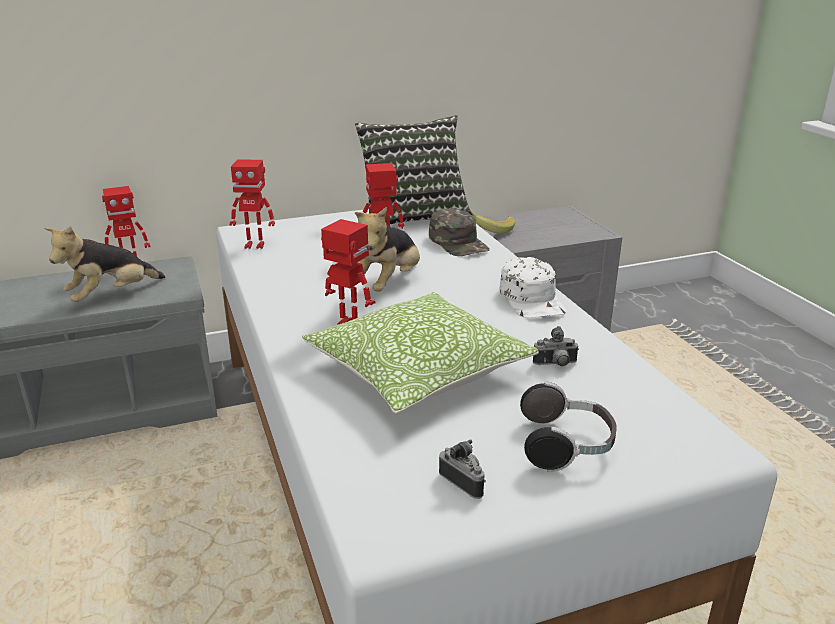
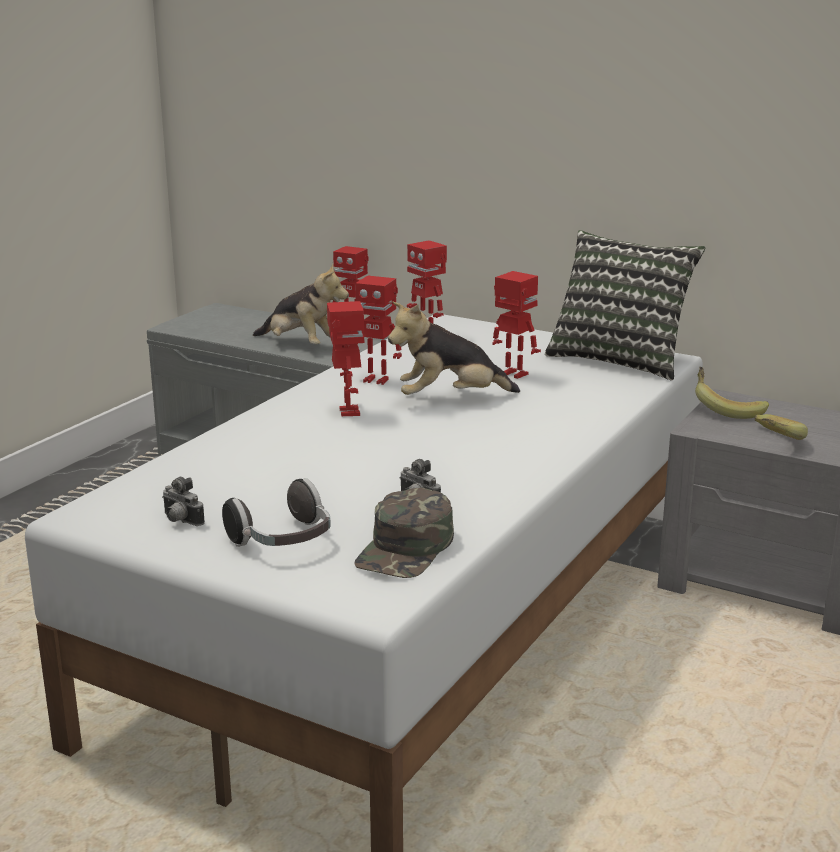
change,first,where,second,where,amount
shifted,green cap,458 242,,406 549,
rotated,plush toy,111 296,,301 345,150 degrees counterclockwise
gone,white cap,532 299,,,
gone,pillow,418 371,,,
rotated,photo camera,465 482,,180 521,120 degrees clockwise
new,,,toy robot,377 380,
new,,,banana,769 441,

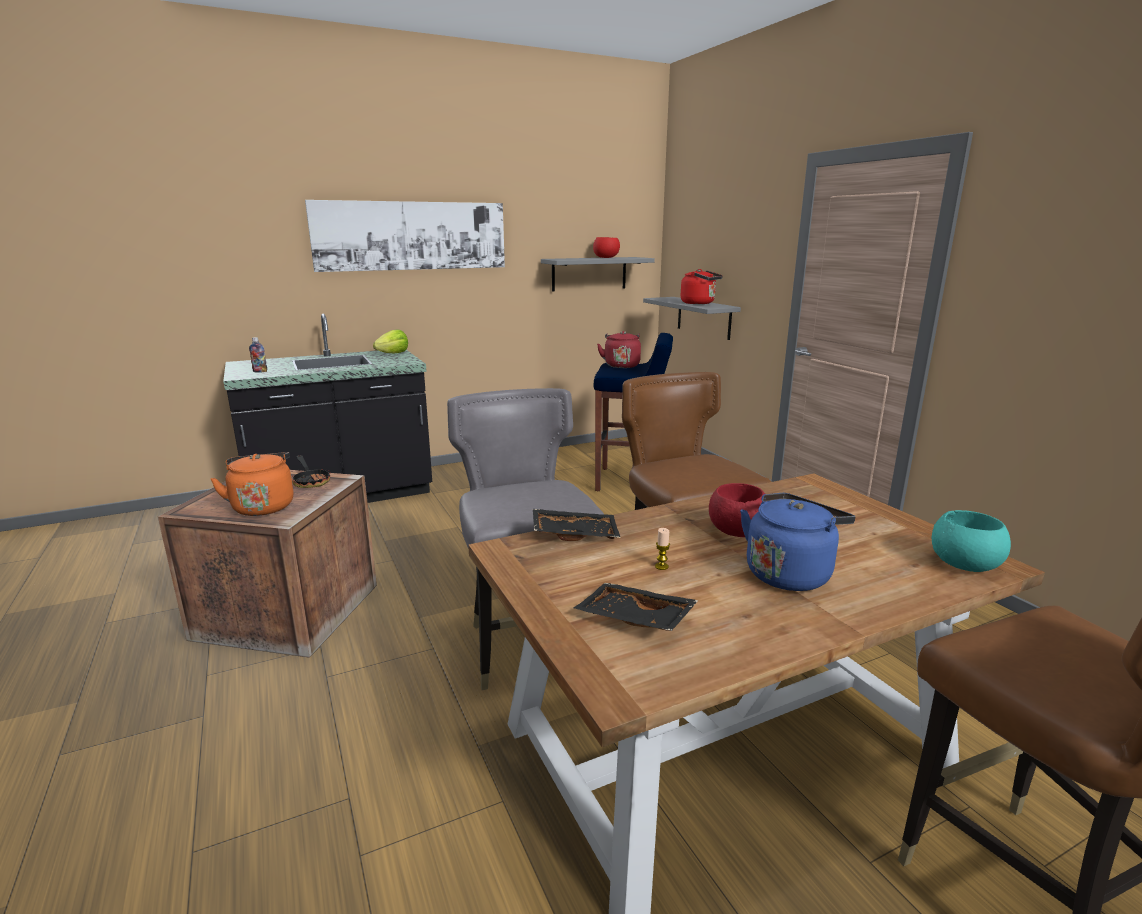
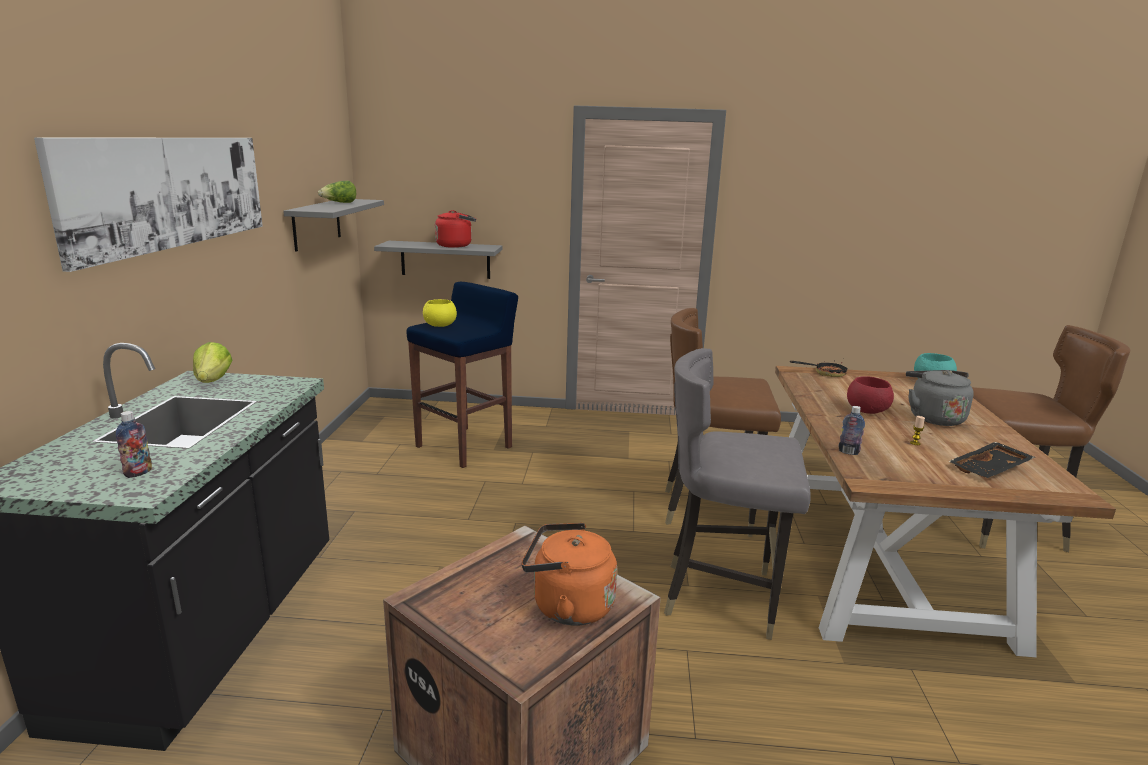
change,first,where,second,where,amount
swapped,red bowl,606 257,lettuce,339 203,
swapped,red kettle,621 365,yellow bowl,440 325,
shifted,frying pan,311 481,,825 373,
repainted,blue kettle,789 573,grey kettle,933 417,
swapped,black tray,575 533,bottle,848 452,

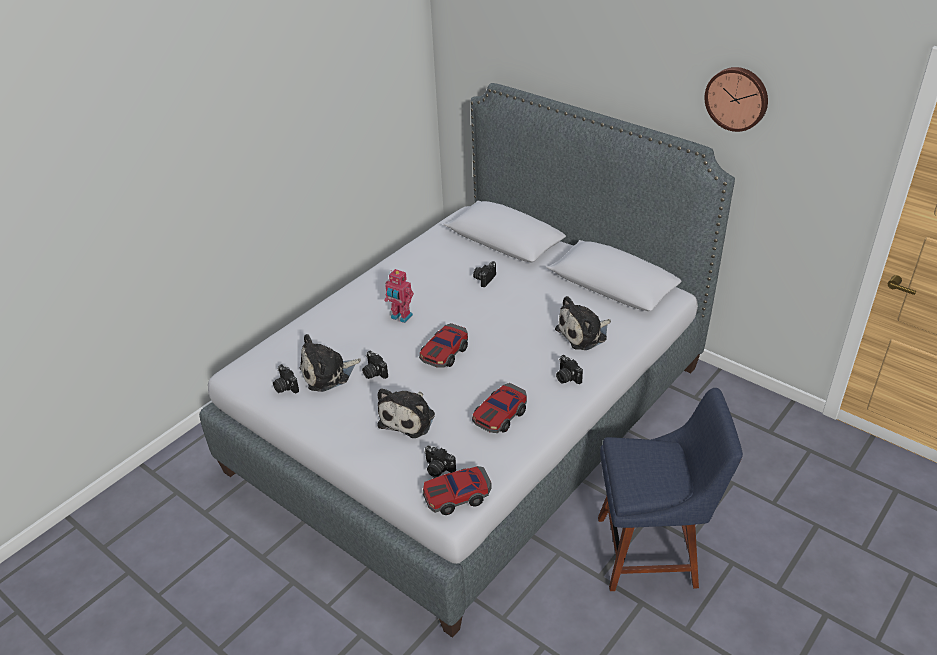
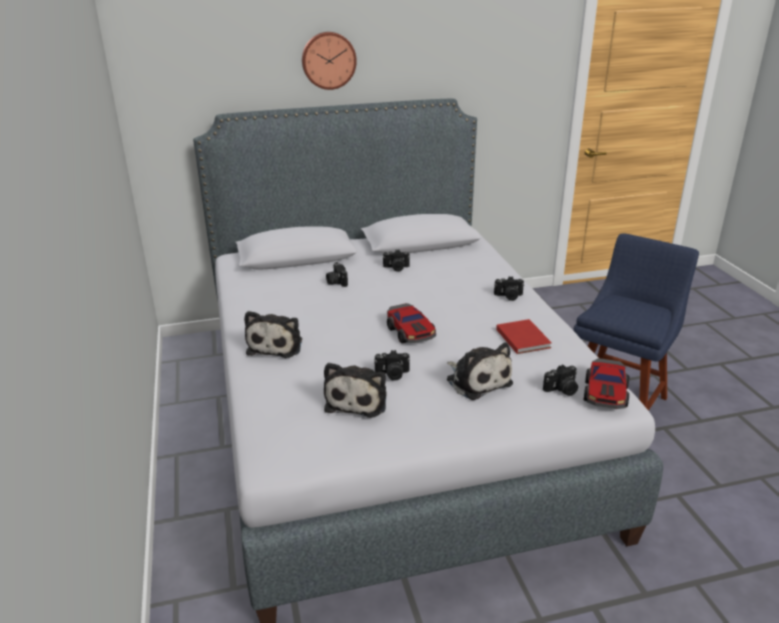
change,first,where,second,where,amount
shifted,wall clock,737 98,,328 60,
gone,toy robot,401 317,,,
shifted,plush toy,584 334,,276 345,
shifted,photo camera,285 387,,396 268,
swapped,toy car,500 415,red book,523 338,

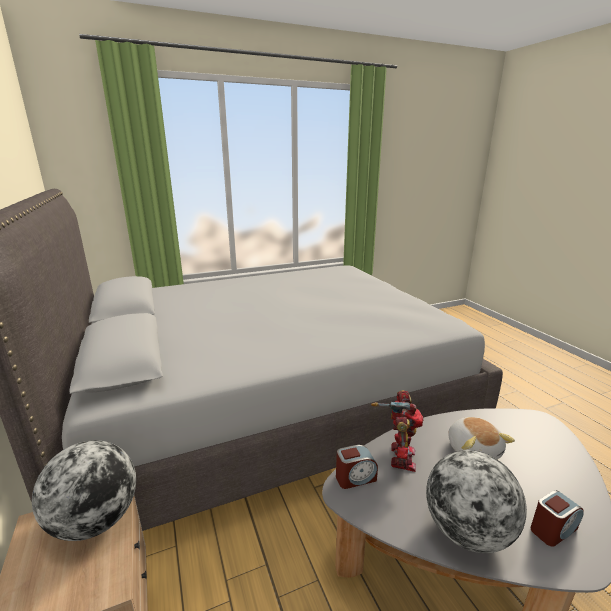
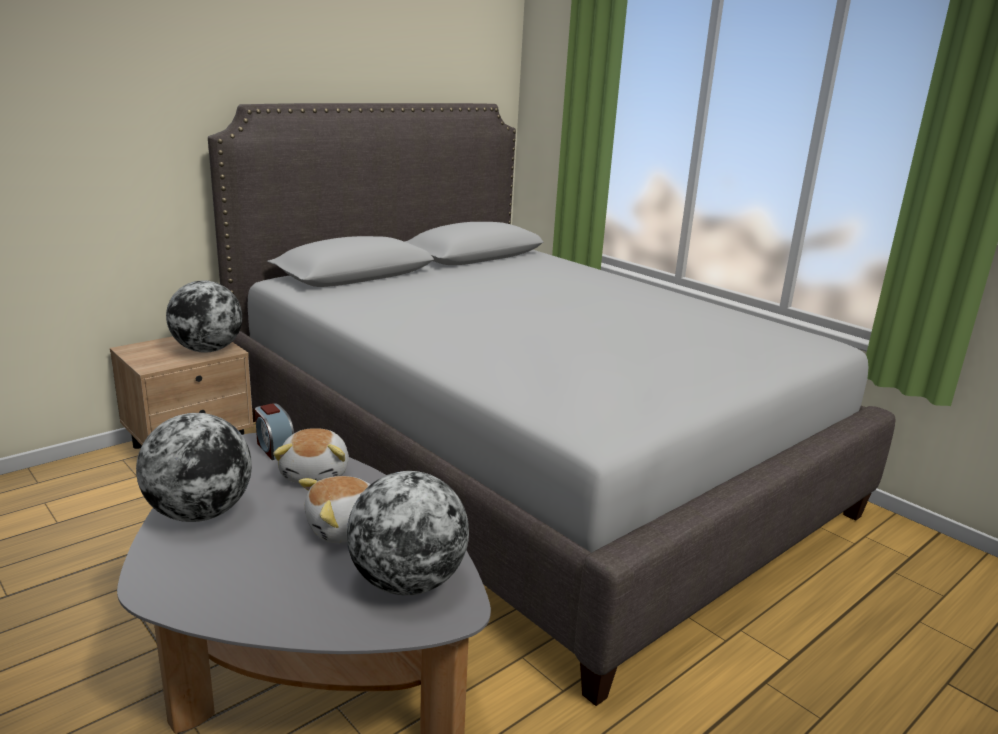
change,first,where,second,where,amount
swapped,toy robot,399 457,plush toy,316 473,
gone,alarm clock,553 529,,,
new,,,globe,408 582,

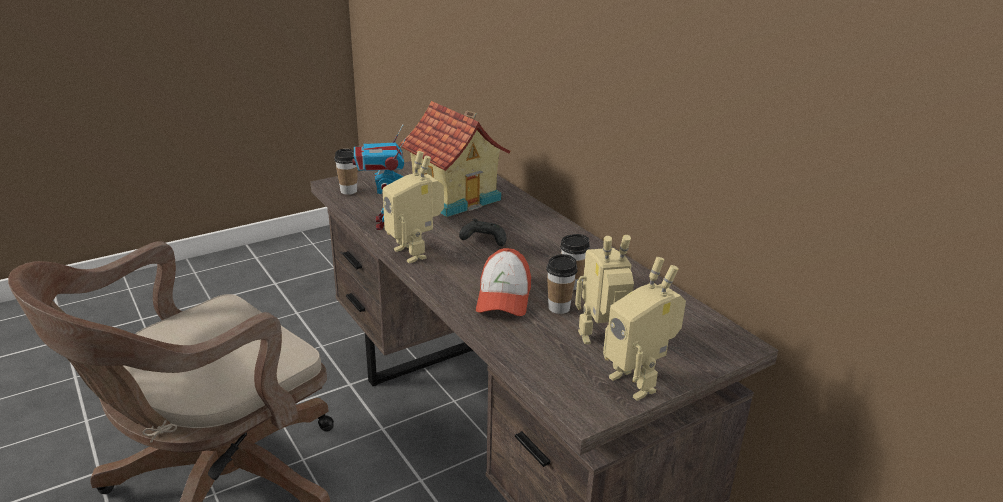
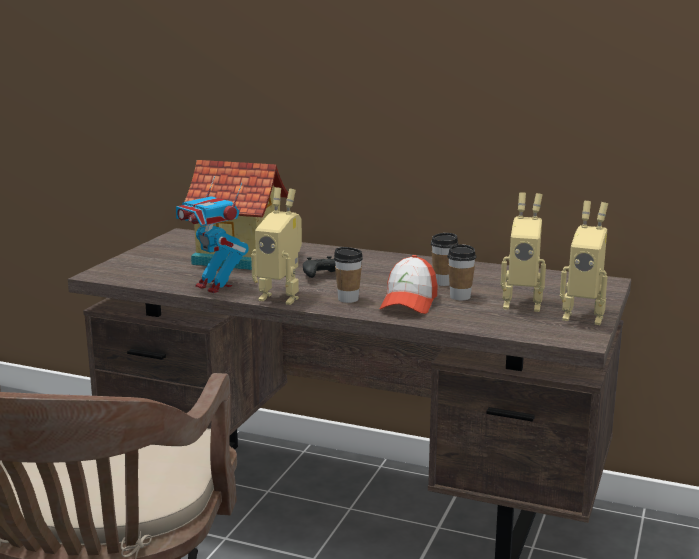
change,first,where,second,where,amount
shifted,cup,348 191,,348 299,
rotated,toy robot,602 340,,522 304,120 degrees counterclockwise
rotated,cap,503 297,,409 302,45 degrees clockwise

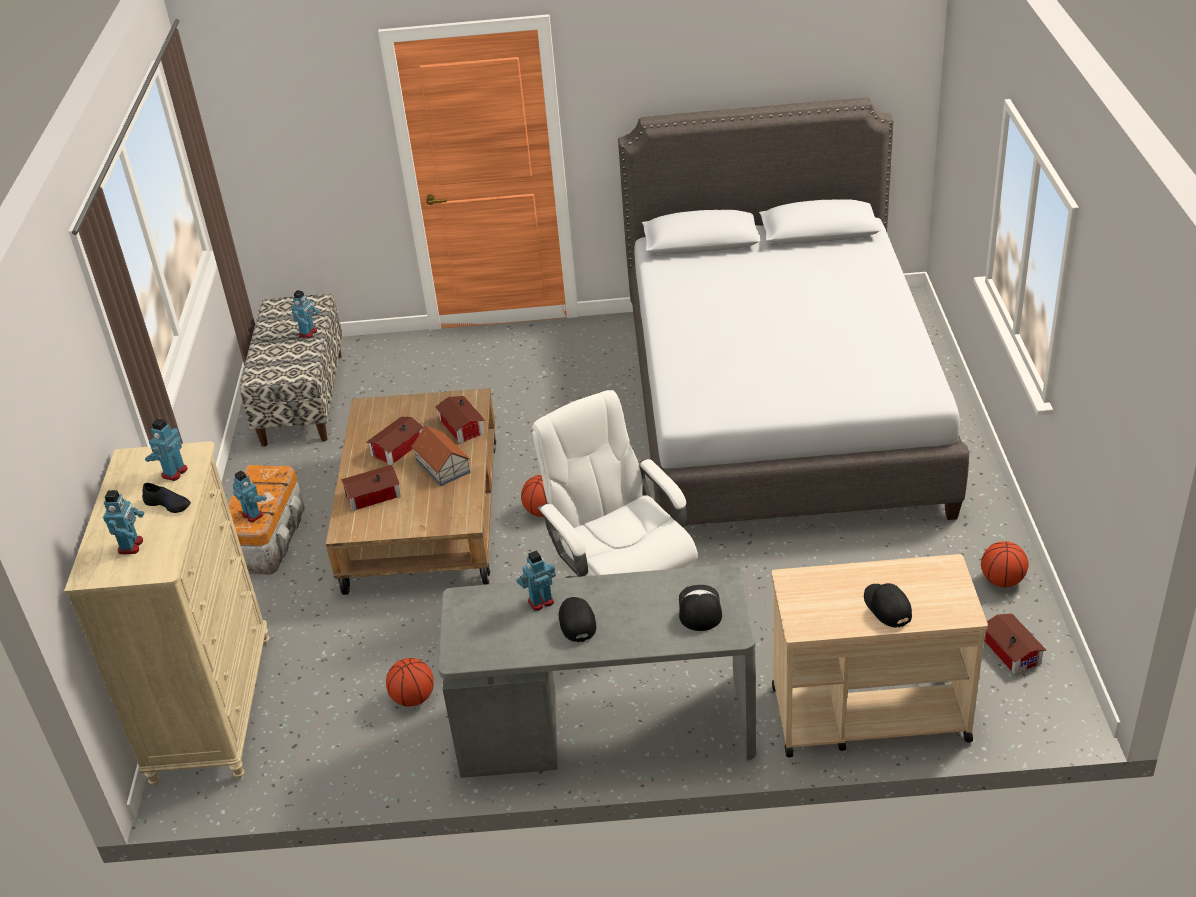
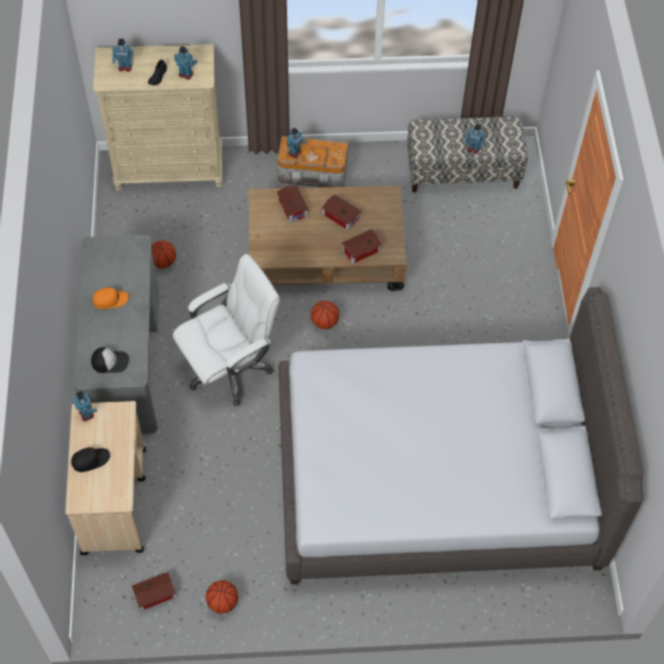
change,first,where,second,where,amount
gone,toy house,442 466,,,
shifted,toy robot,540 601,,87 413,
repainted,black cap,576 621,orange cap,110 300,

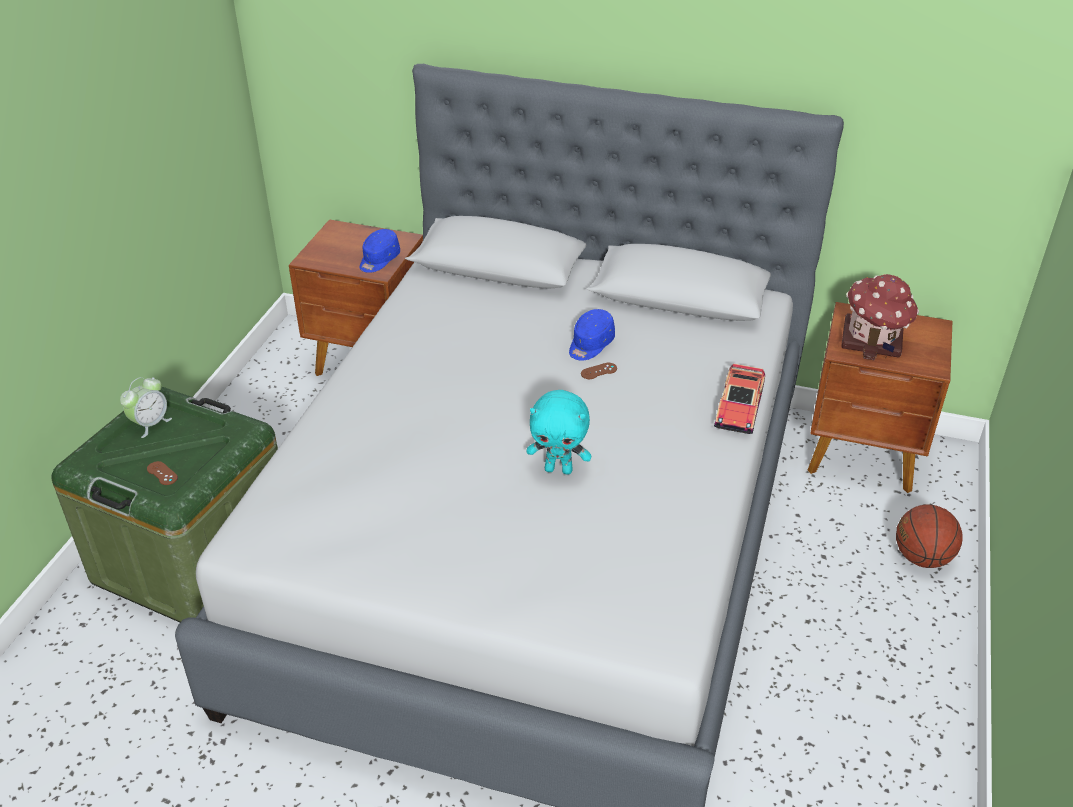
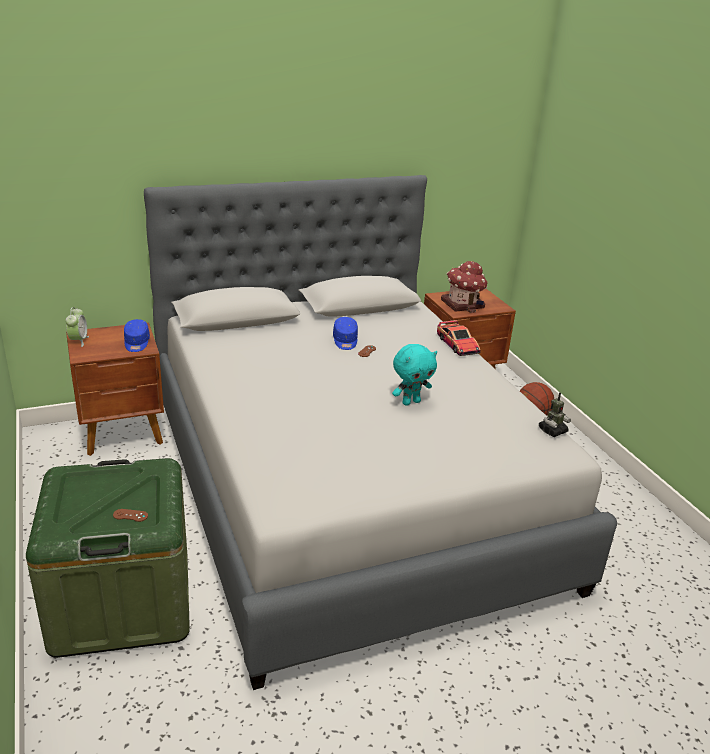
change,first,where,second,where,amount
shifted,alarm clock,150 424,,78 341,
new,,,toy robot,552 431,

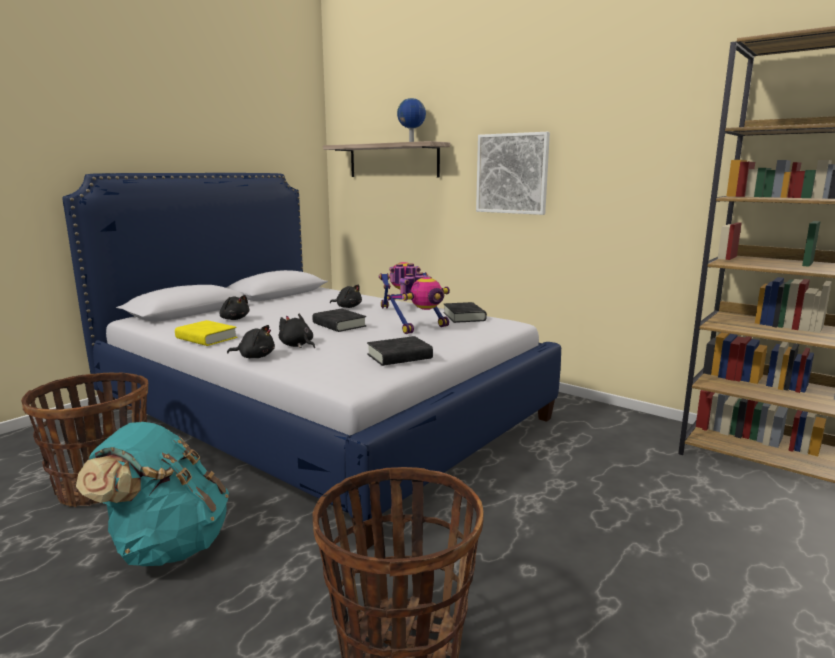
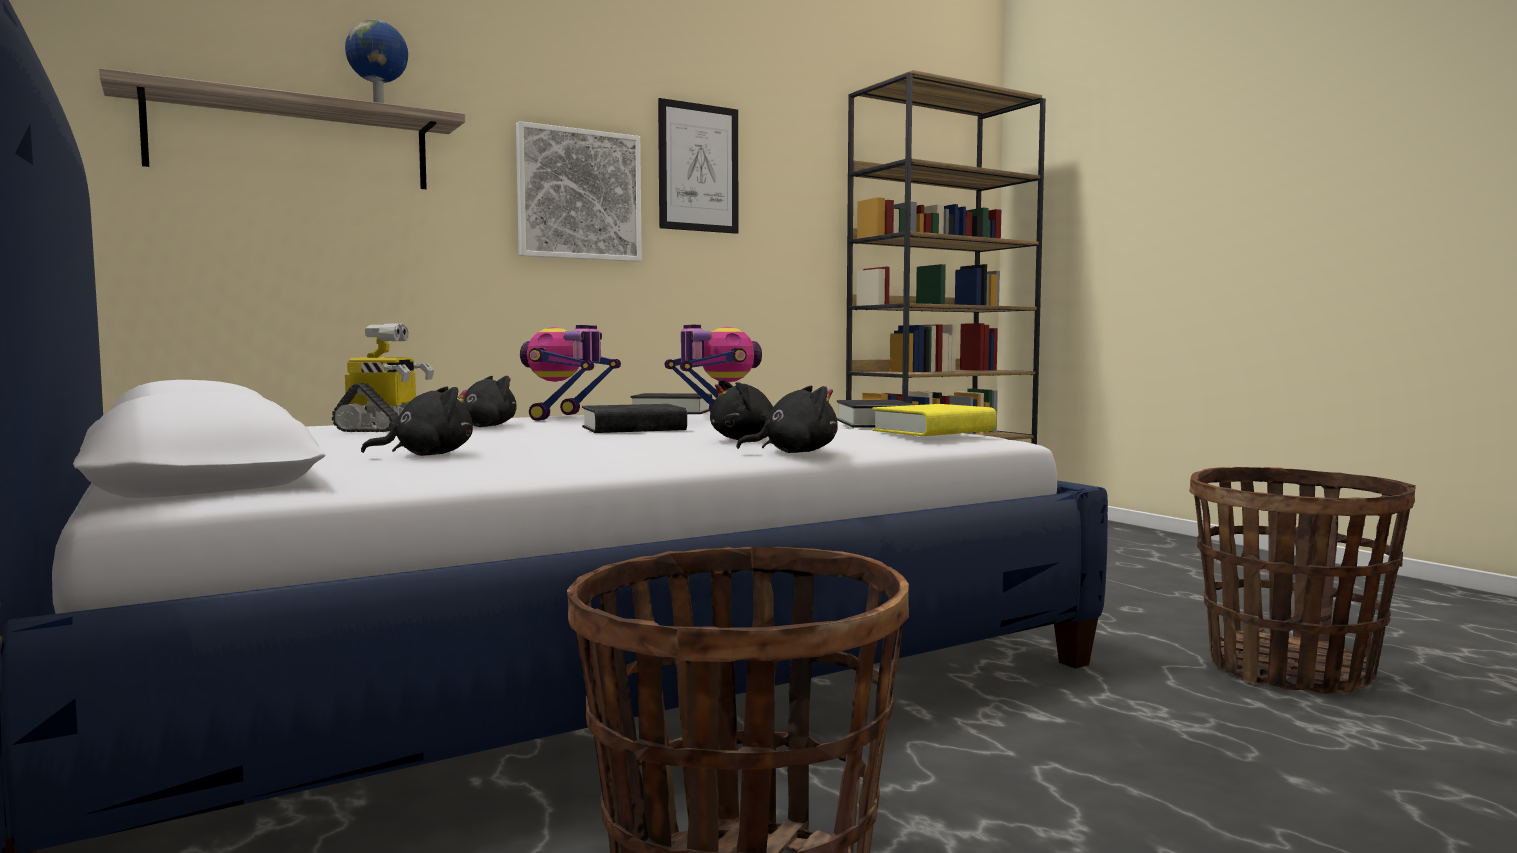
change,first,where,second,where,amount
shifted,yellow book,206 338,,933 431,
rotated,black plush toy,255 357,,794 452,45 degrees clockwise
gone,turquoise backpack,167 546,,,
new,,,picture,698 168,
new,,,toy robot,384 428,

